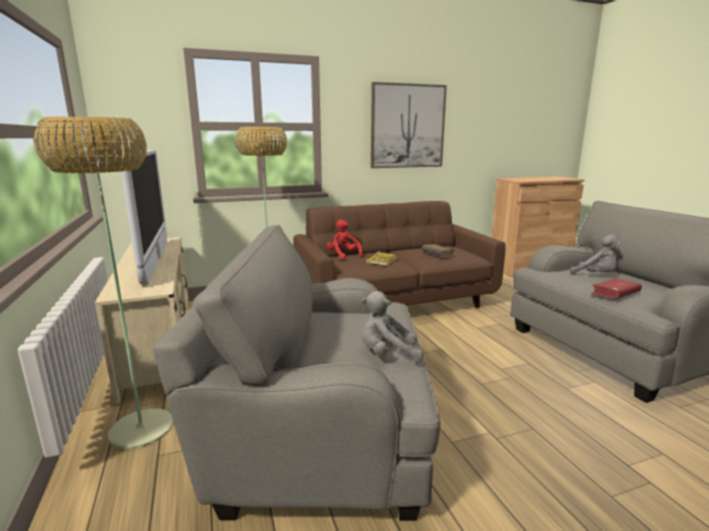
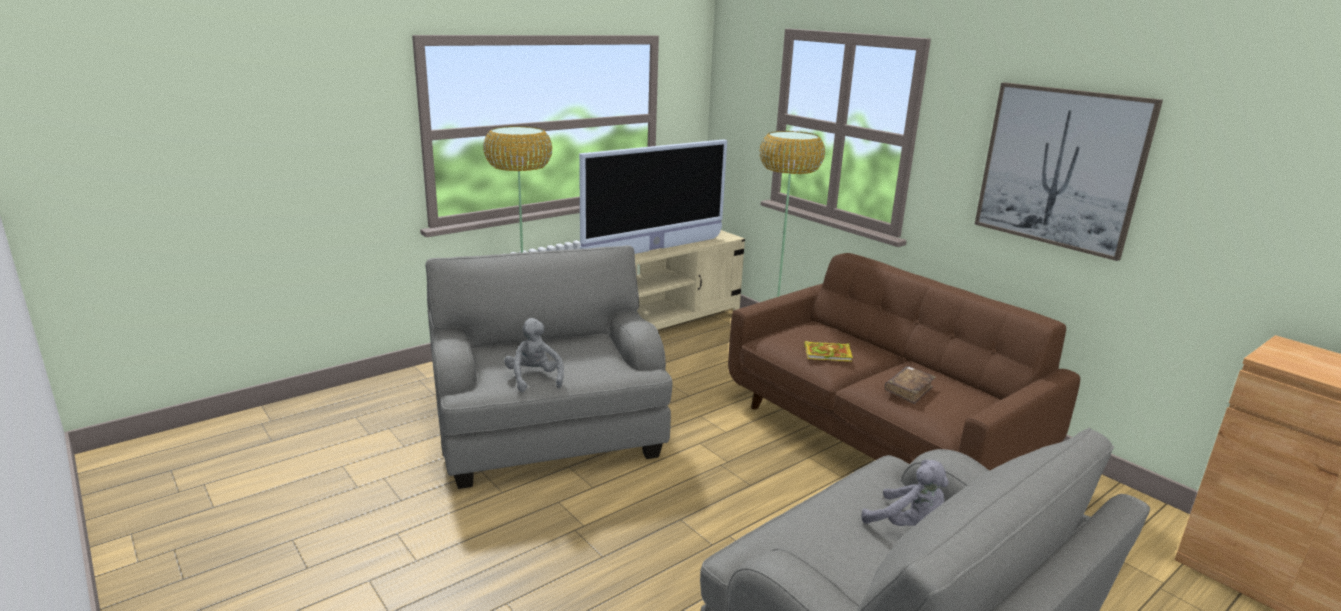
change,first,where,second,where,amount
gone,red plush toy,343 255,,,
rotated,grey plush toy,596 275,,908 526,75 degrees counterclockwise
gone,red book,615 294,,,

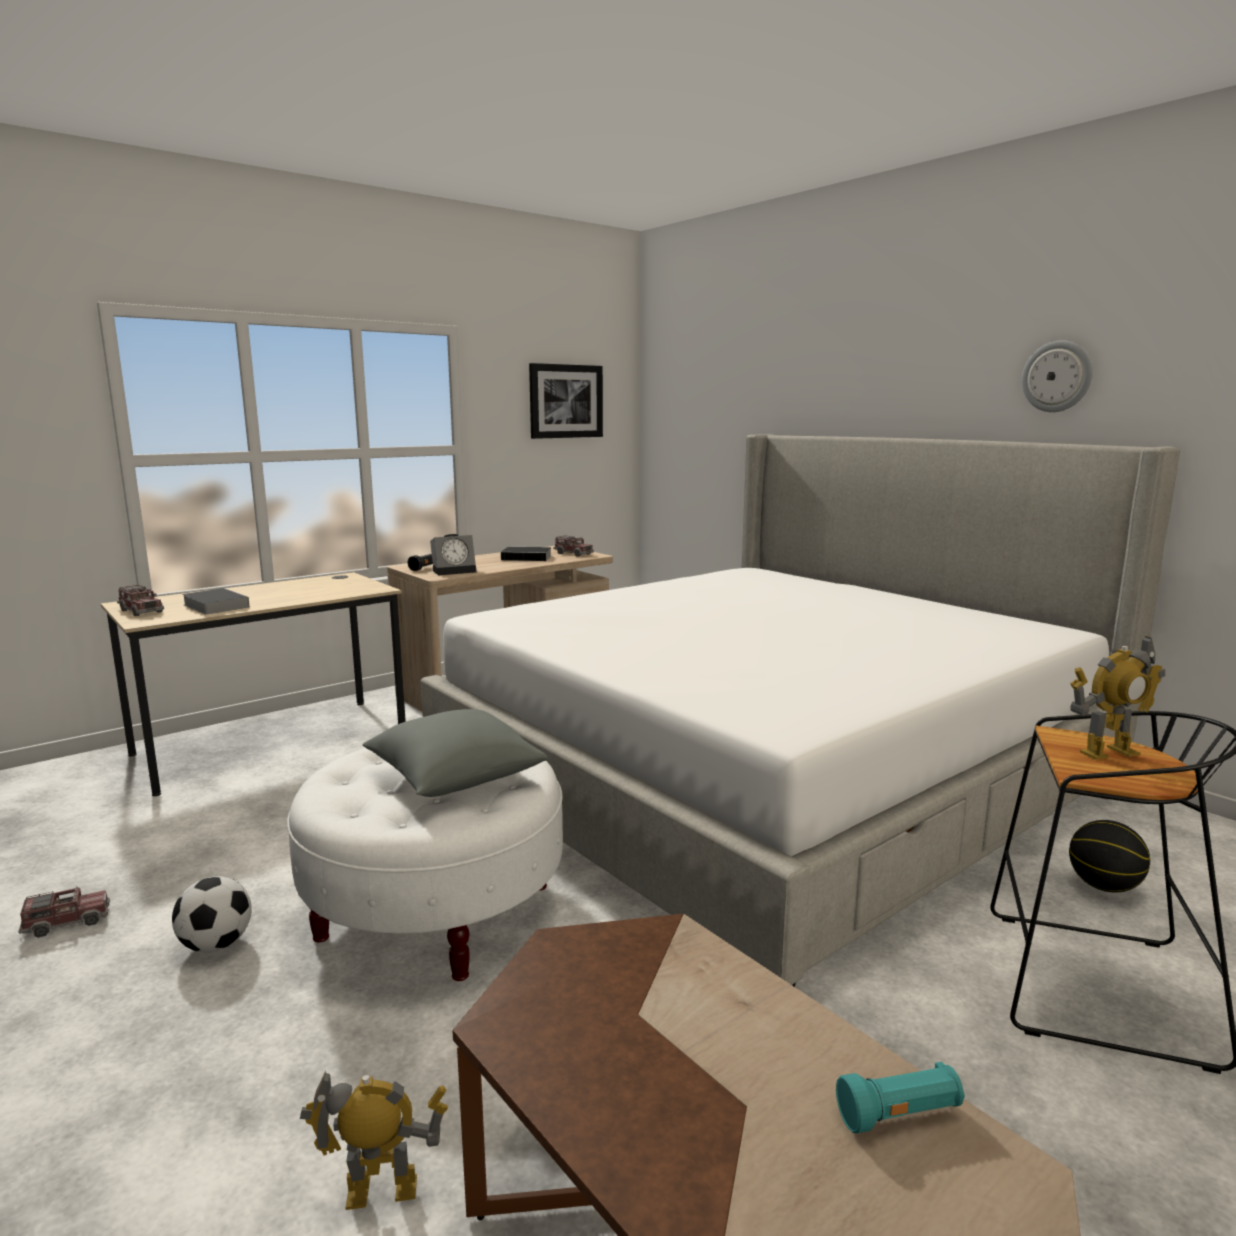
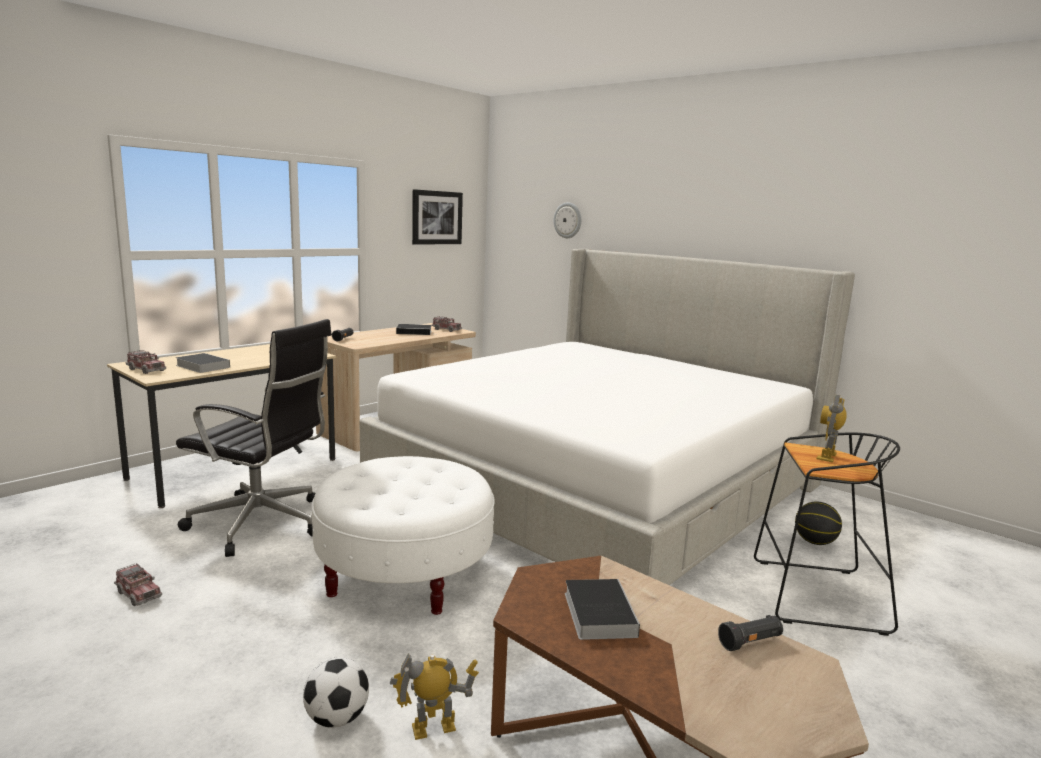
change,first,where,second,where,amount
shifted,wall clock,1057 376,,568 220,
gone,alarm clock,455 571,,,
rotated,toy robot,1108 752,,827 456,150 degrees clockwise
gone,grey pillow,454 778,,,
shifted,football,216 945,,337 718,
rotated,toy truck,67 922,,138 594,75 degrees clockwise
repainted,turquoise flashlight,899 1115,black flashlight,750 642,
new,,,black office chair,262 524,
new,,,book,598 612,

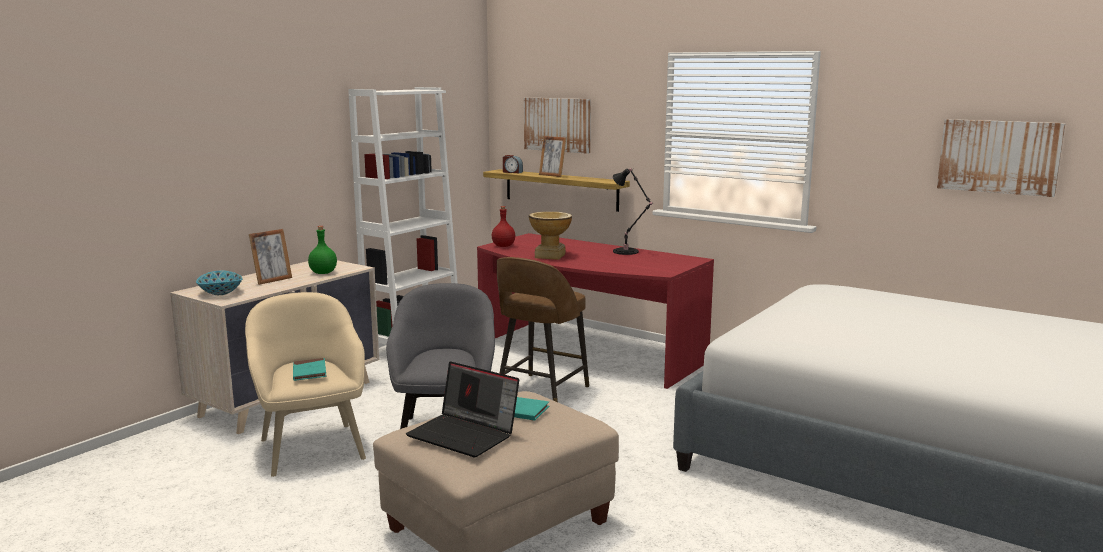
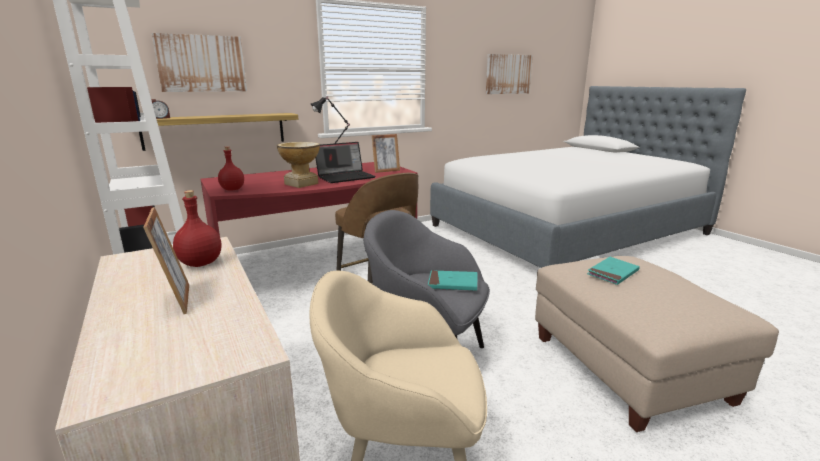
change,first,where,second,where,amount
shifted,picture frame,552 175,,386 171,
repainted,green bottle,323 273,red bottle,201 263,
gone,bowl,221 292,,,
shifted,turquoise book,309 372,,453 283,
shifted,laptop,465 434,,346 177,

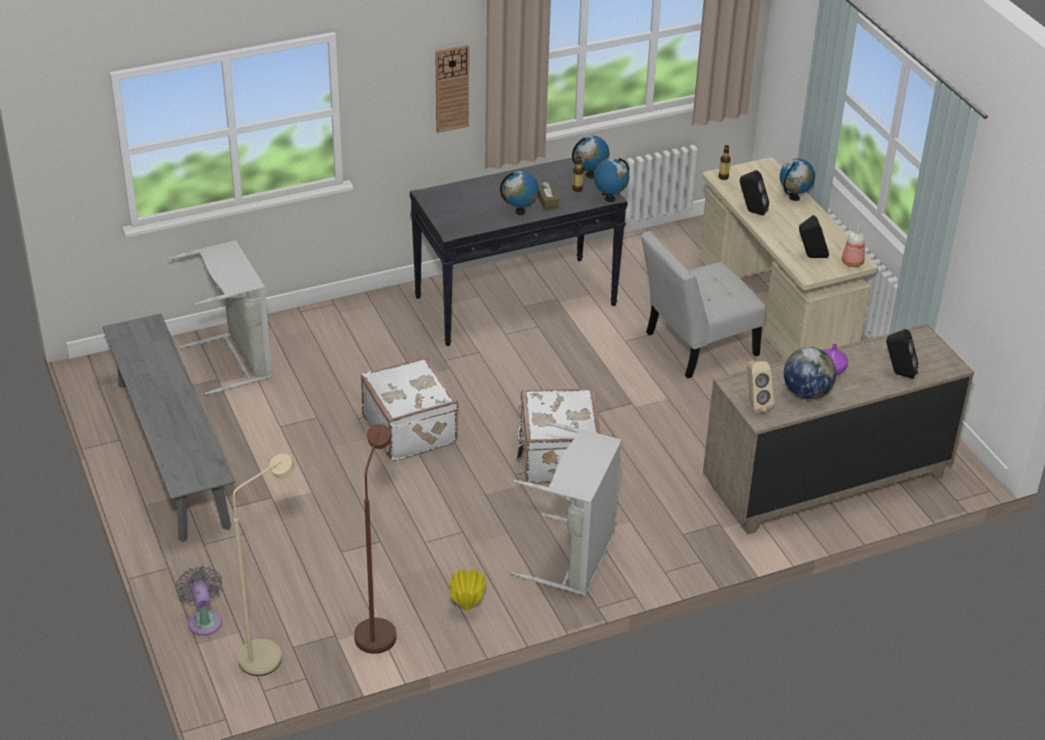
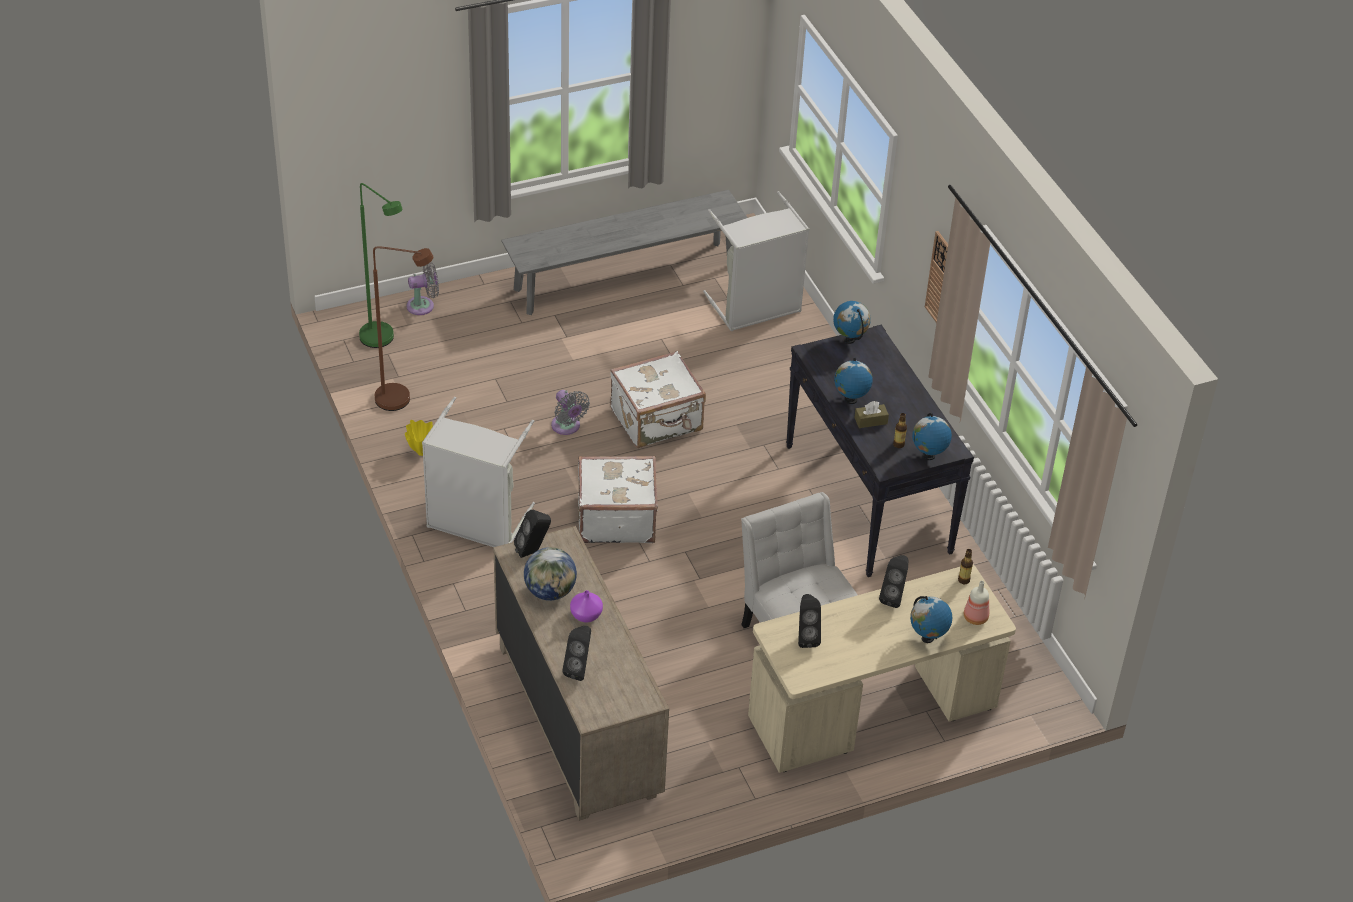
change,first,where,second,where,amount
shifted,globe,610 198,,849 340,
shifted,bottle,852 262,,976 617,
repainted,beige speaker,755 405,black speaker,533 551,
repainted,beige floor lamp,269 653,green floor lamp,383 341,
new,,,grey fan,567 427,

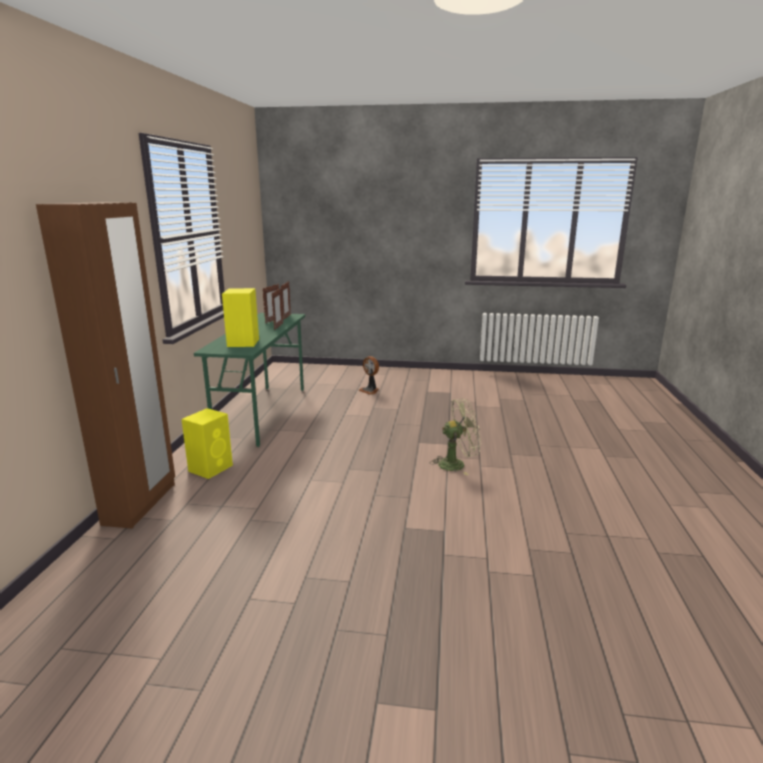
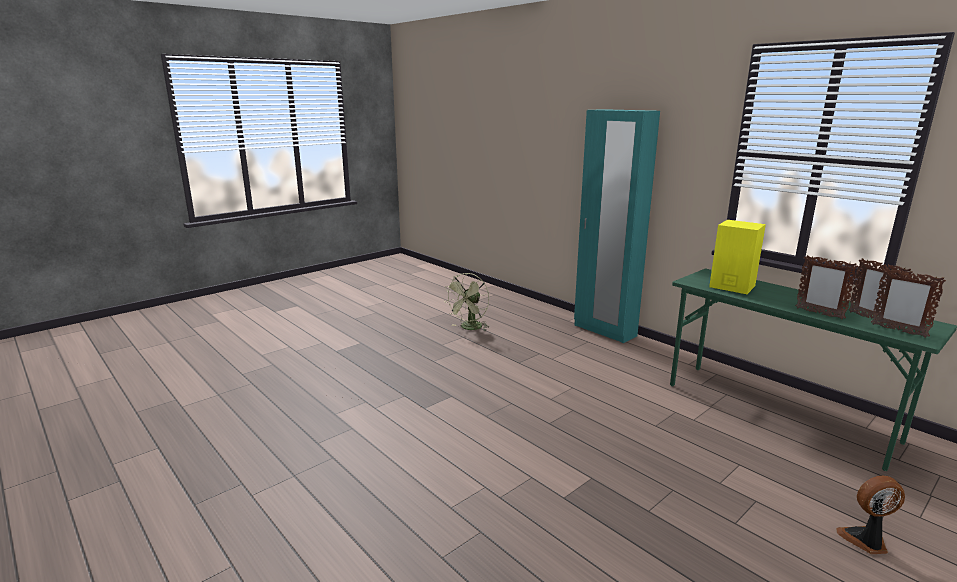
change,first,where,second,where,amount
repainted,brown wardrobe,141 504,turquoise wardrobe,604 331,
shifted,green fan,457 464,,469 328,
gone,yellow speaker,211 468,,,

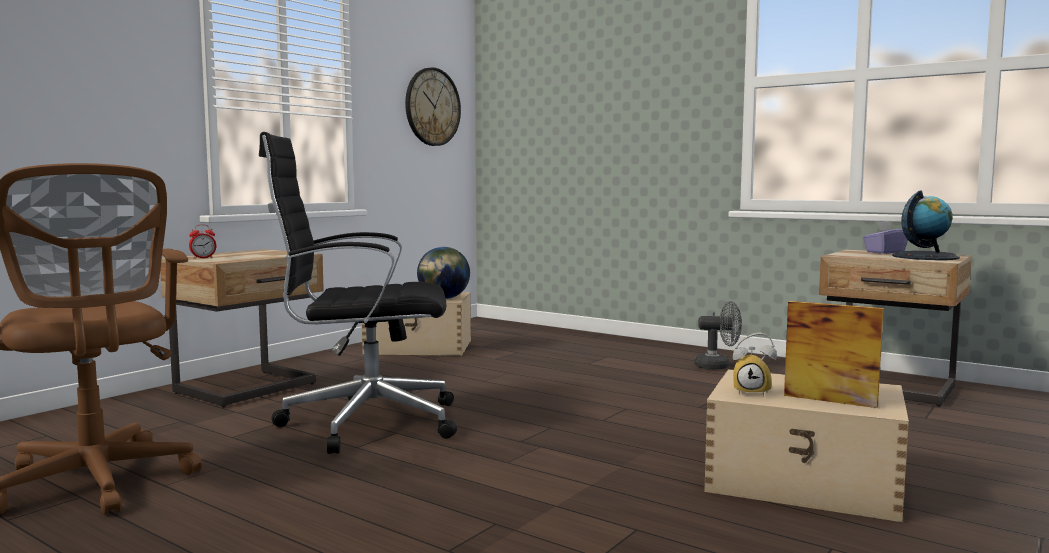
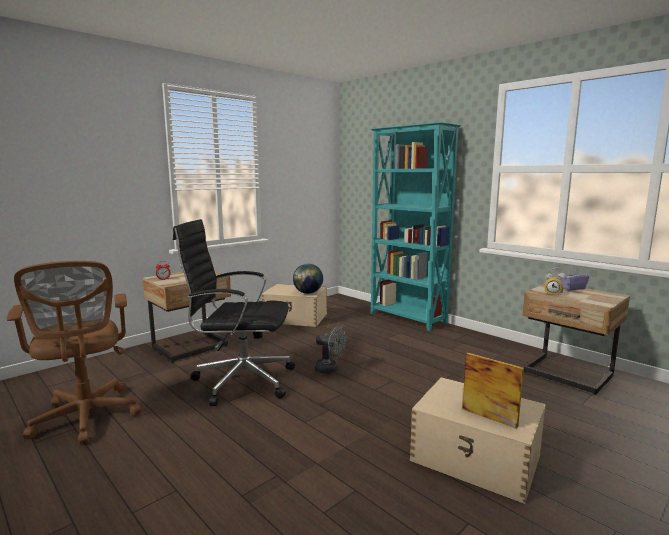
change,first,where,second,where,amount
gone,wall clock,432 107,,,
gone,globe,925 257,,,
shifted,grey fan,718 366,,330 369,
shifted,alarm clock,752 392,,553 293,
new,,,turquoise bookcase,407 319,

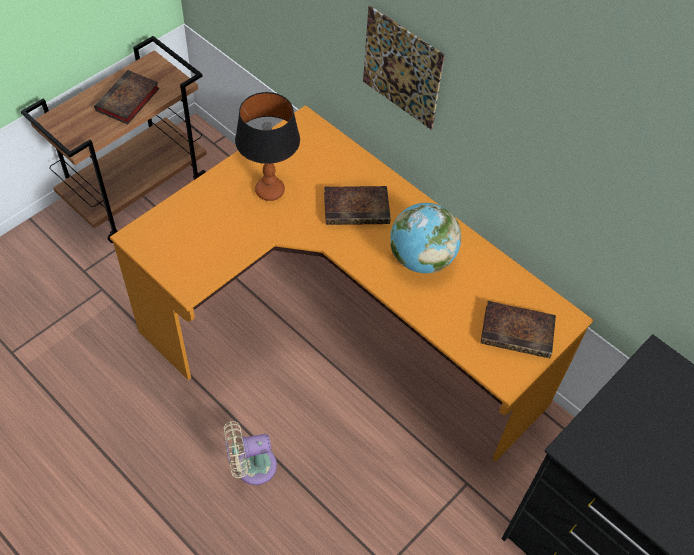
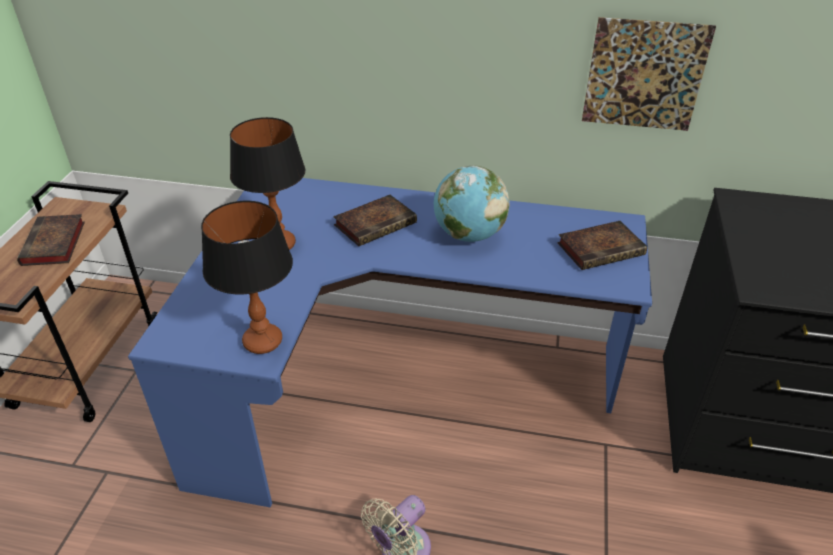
change,first,where,second,where,amount
shifted,picture,402 68,,644 75,
repainted,orange desk,342 333,blue desk,393 383,
new,,,table lamp,263 341,

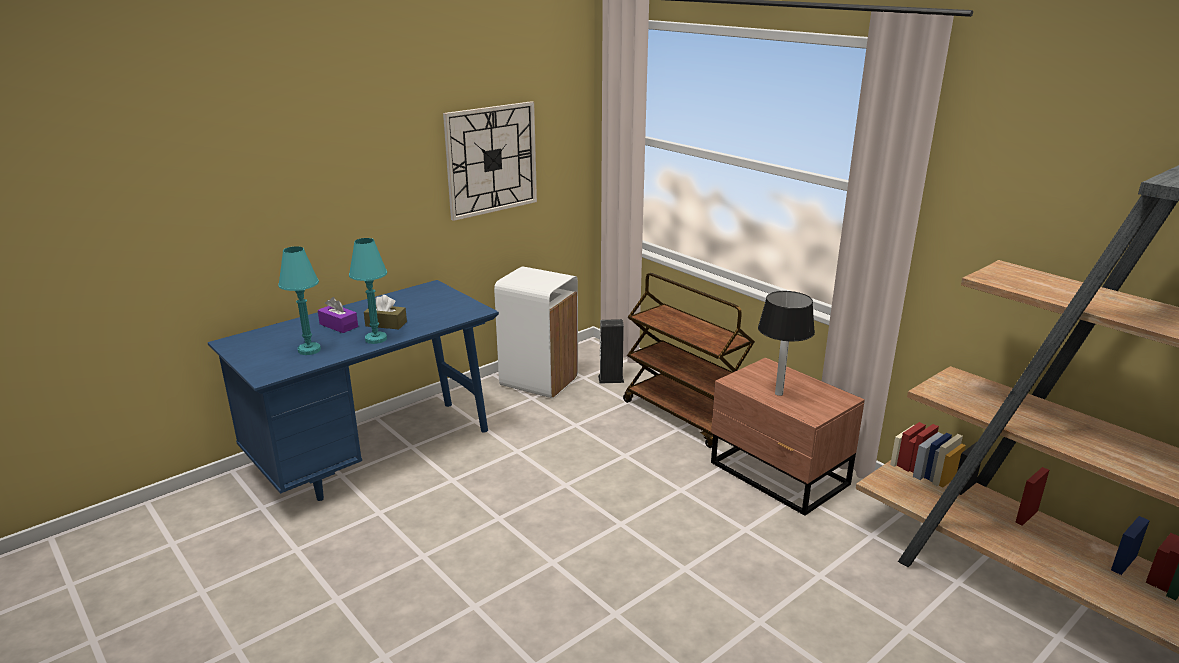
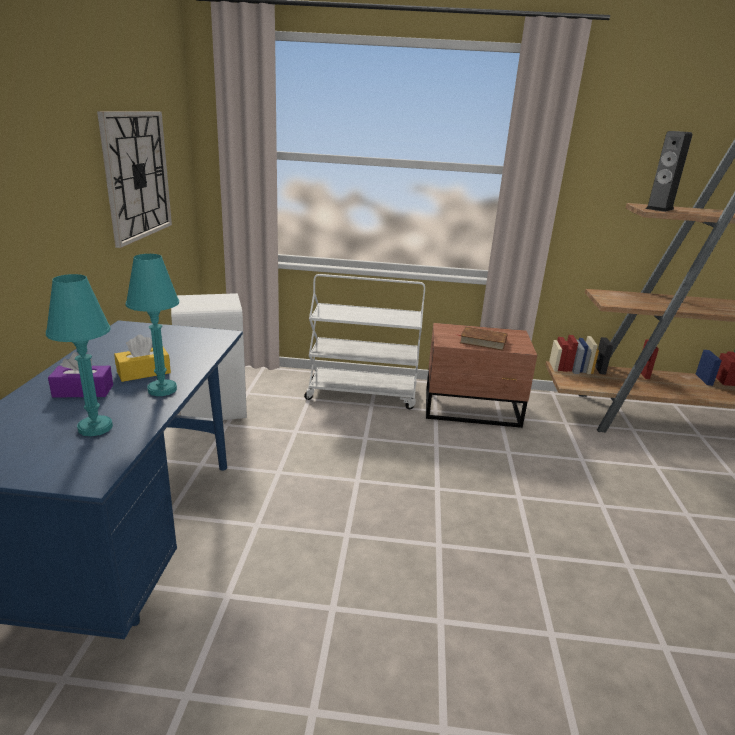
change,first,where,second,where,amount
repainted,brown cart,684 416,white cart,362 394,
swapped,table lamp,779 393,brown book,482 341,
repainted,brown tissue box,386 324,yellow tissue box,144 372,
shifted,speaker,611 379,,659 209,

